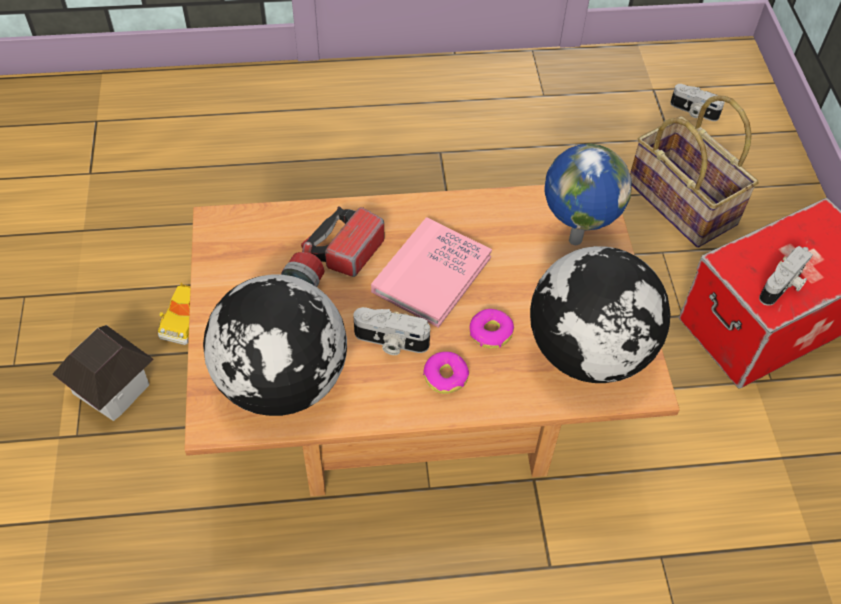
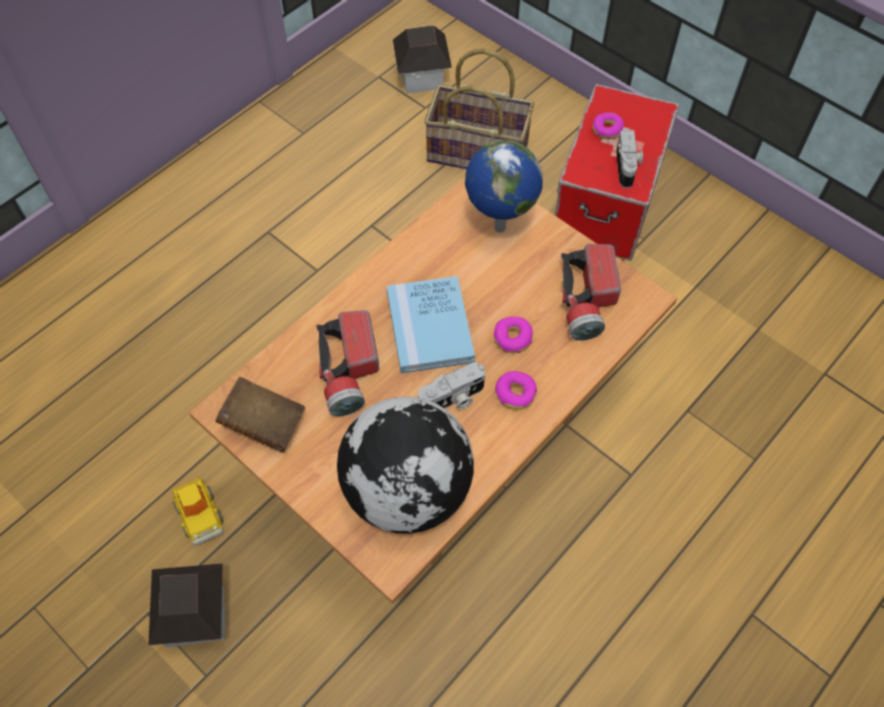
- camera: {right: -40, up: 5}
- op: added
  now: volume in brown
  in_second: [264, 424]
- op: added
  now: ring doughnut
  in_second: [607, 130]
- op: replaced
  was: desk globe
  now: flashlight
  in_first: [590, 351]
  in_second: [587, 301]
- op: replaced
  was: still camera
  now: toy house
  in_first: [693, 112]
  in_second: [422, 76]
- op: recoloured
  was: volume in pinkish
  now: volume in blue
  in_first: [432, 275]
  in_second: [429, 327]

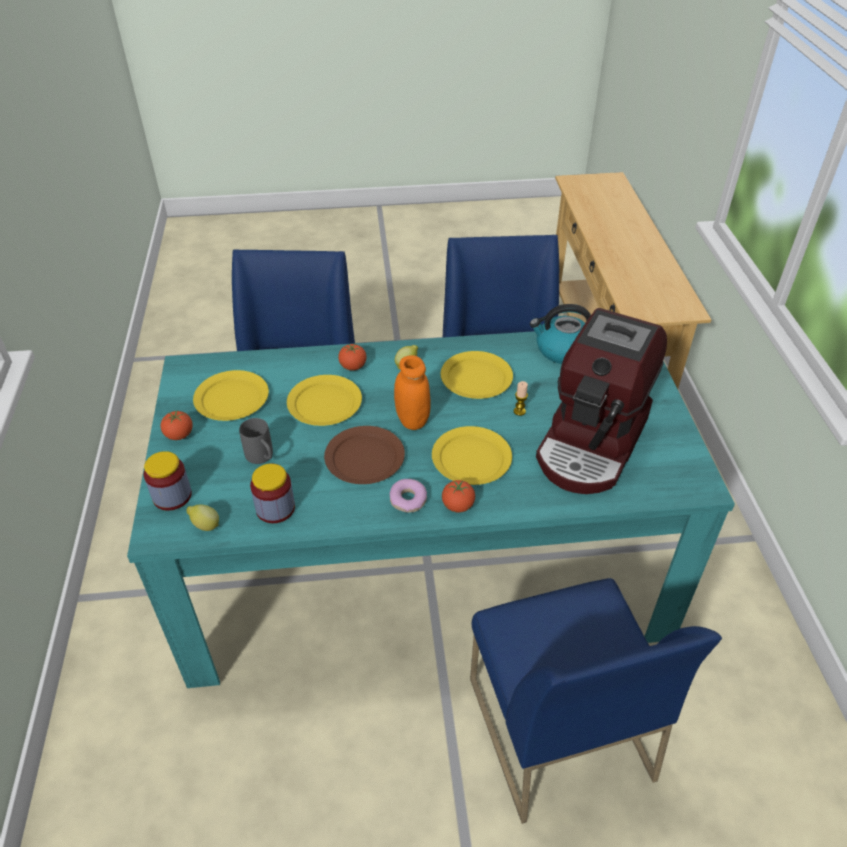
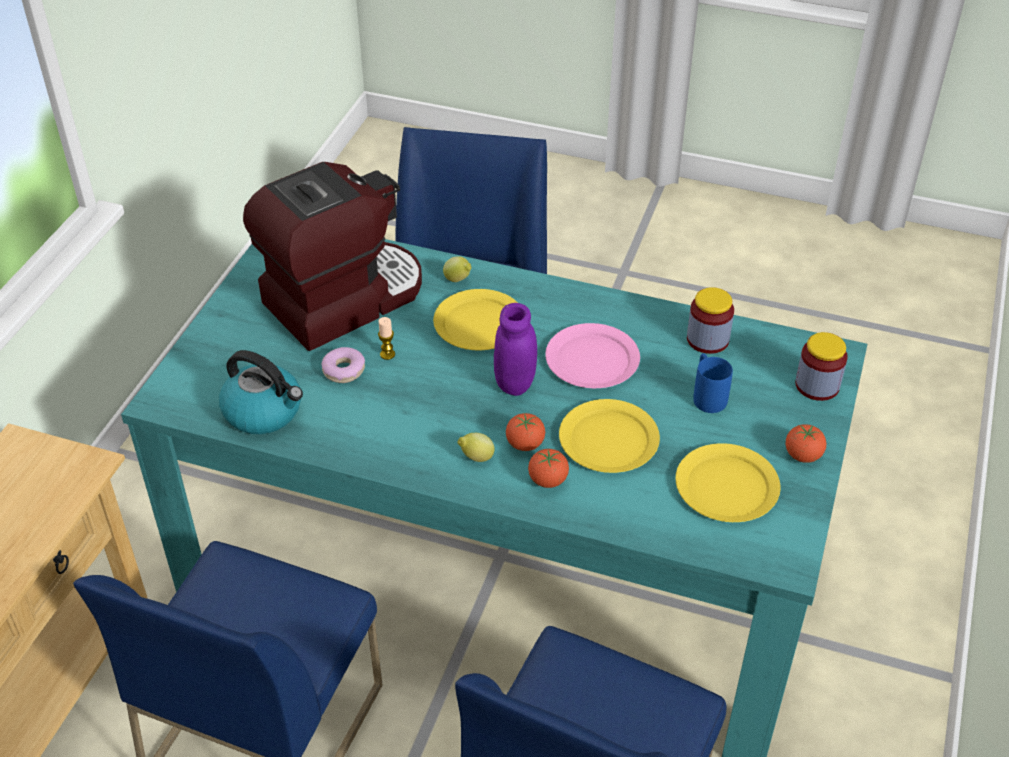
- camera: {right: -155, up: 0}
- op: removed
  was: dinner plate in yellowish
  in_first: [476, 378]
- op: moved
  was: lemon
  in_first: [205, 526]
  in_second: [458, 280]
- op: moved
  was: ring doughnut
  in_first: [408, 500]
  in_second: [344, 370]
- op: moved
  was: fresh tomato
  in_first: [458, 506]
  in_second: [525, 444]
- op: recoloured
  was: mug in gray
  now: mug in blue
  in_first: [262, 458]
  in_second: [707, 395]
- op: recoloured
  was: dinner plate in brown
  now: dinner plate in pinkish
  in_first: [365, 458]
  in_second: [592, 359]
- op: recoloured
  was: preserve jar in orange-coloured
  now: preserve jar in purple
  in_first: [412, 420]
  in_second: [515, 383]

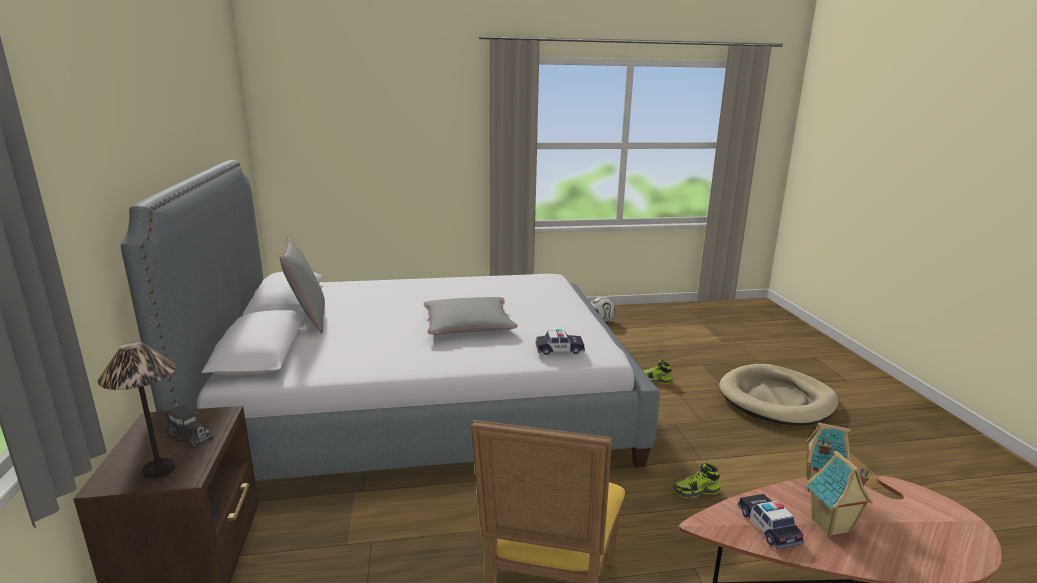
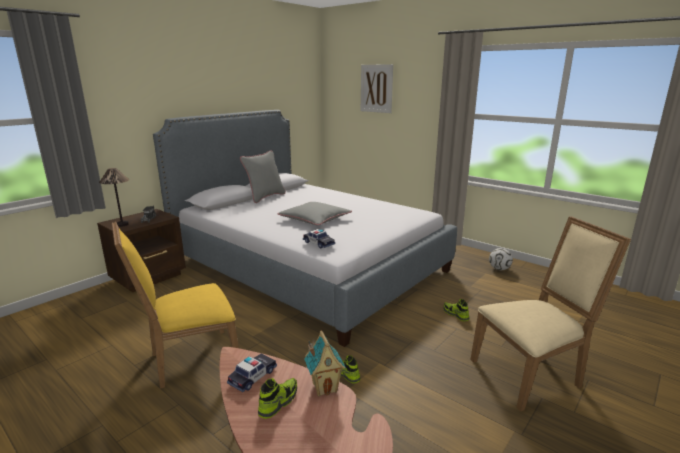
- camera: {right: 50, up: 0}
- op: added
  now: wall art
  in_second: [376, 88]
- op: replaced
  was: pet bed in beige
  now: chair in beige
  in_first: [776, 399]
  in_second: [531, 374]
- op: replaced
  was: toy house
  now: shoe
  in_first: [831, 527]
  in_second: [278, 402]

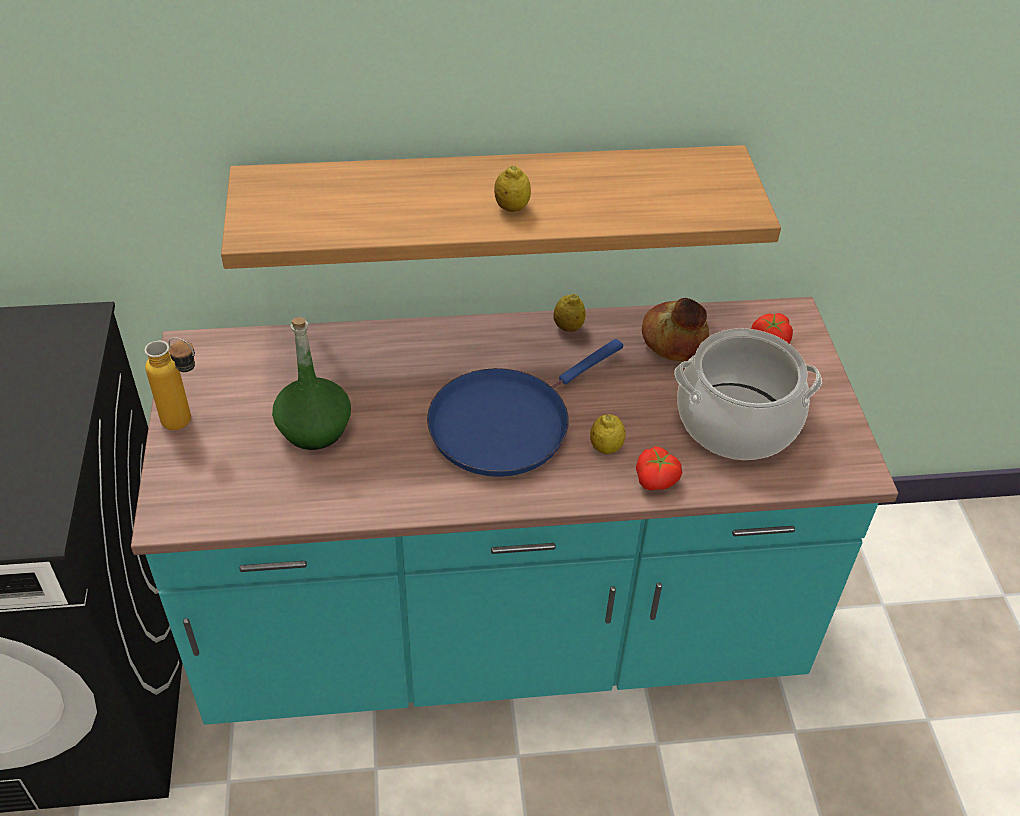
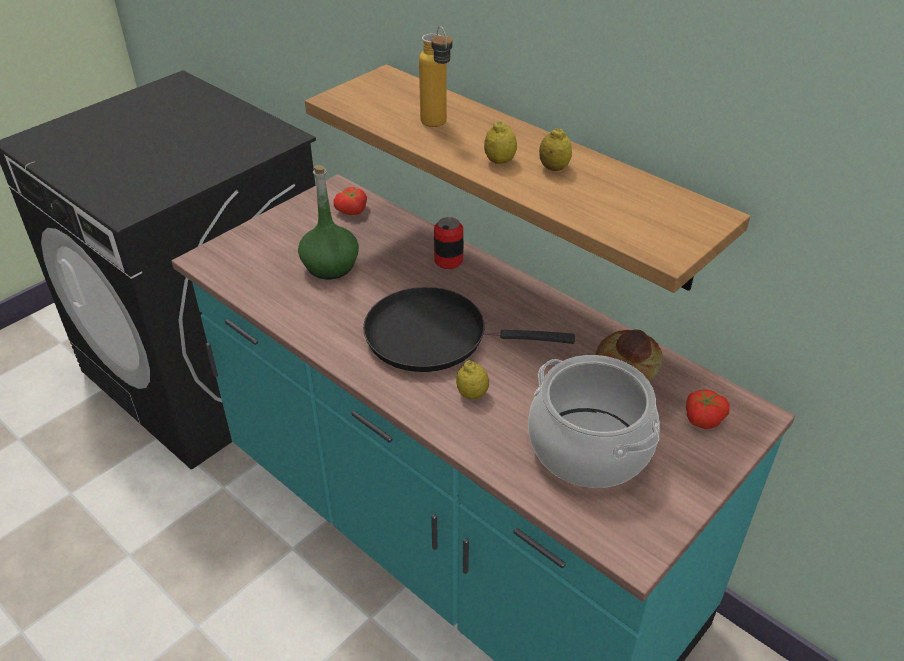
- camera: {right: 50, up: -5}
- op: added
  now: sealed can
  in_second: [448, 261]
- op: moved
  was: bottle
  in_first: [187, 424]
  in_second: [437, 127]
- op: moved
  was: lemon
  in_first: [568, 327]
  in_second: [554, 168]
- op: moved
  was: fresh tomato
  in_first: [657, 479]
  in_second: [352, 211]
- op: recoloured
  was: frying pan in blue
  now: frying pan in blackish
  in_first: [505, 423]
  in_second: [434, 336]

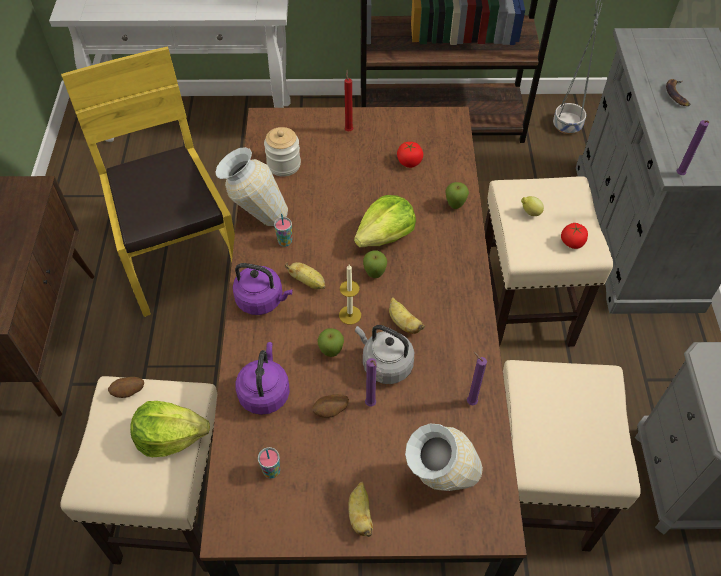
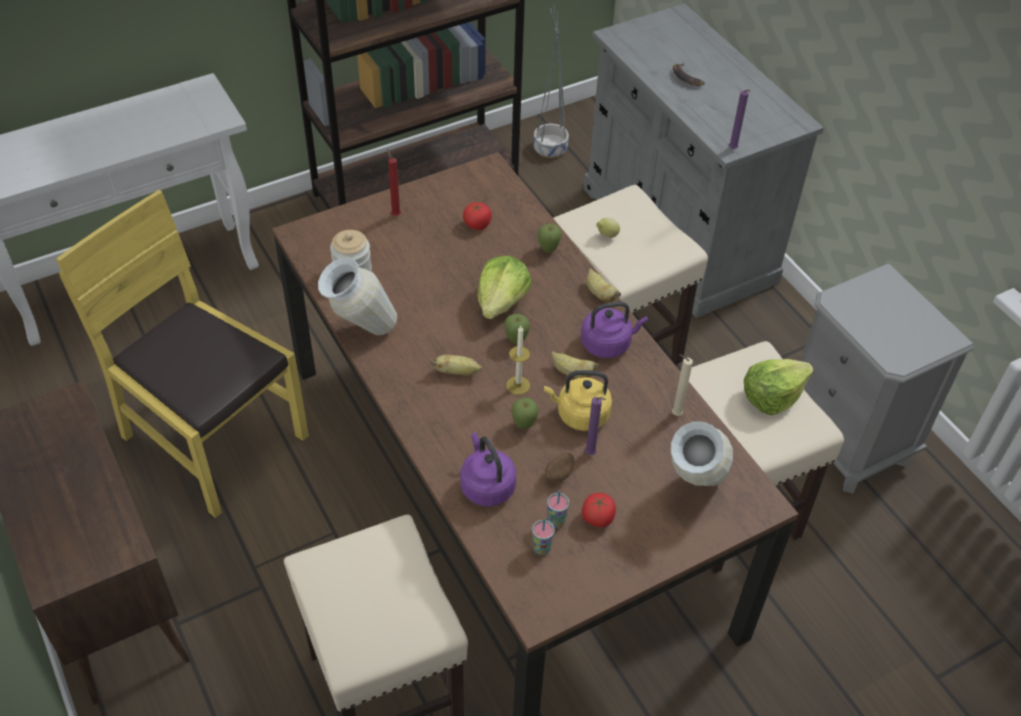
- camera: {right: -30, up: -5}
- op: removed
  was: potato
  in_first: [129, 392]
- op: moved
  was: lettuce
  in_first: [170, 436]
  in_second: [772, 396]
- op: moved
  was: kettle in purple
  in_first: [262, 300]
  in_second: [608, 344]
- op: moved
  was: drinking cup
  in_first: [285, 242]
  in_second: [556, 521]
- op: moved
  was: whole banana
  in_first: [360, 515]
  in_second: [600, 294]
- op: moved
  was: fresh tomato
  in_first: [572, 242]
  in_second: [597, 517]
- op: recoloured
  was: kettle in gray
  now: kettle in yellowish
  in_first: [385, 364]
  in_second: [580, 415]
- op: recoloured
  was: wax candle in purple
  now: wax candle in beige
  in_first: [470, 401]
  in_second: [674, 414]

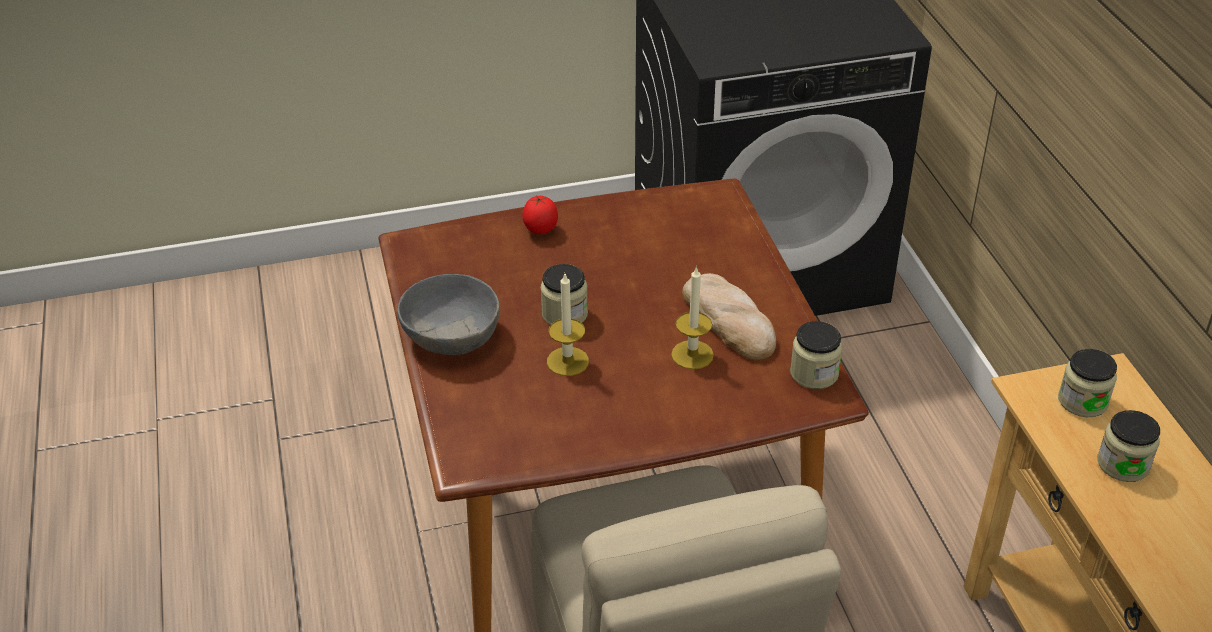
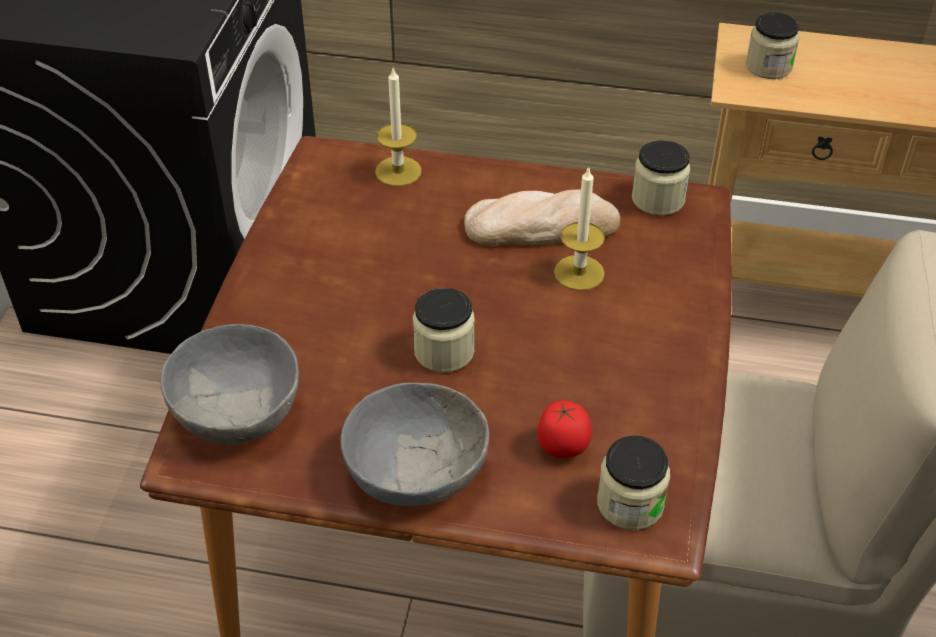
- camera: {right: -65, up: 5}
- op: added
  now: deep dish in gray
  in_second: [238, 409]
- op: moved
  was: fresh tomato
  in_first: [540, 230]
  in_second: [563, 448]
- op: moved
  was: wax candle
  in_first: [567, 361]
  in_second: [398, 171]
- op: moved
  was: preserve jar
  in_first: [1123, 464]
  in_second: [630, 503]

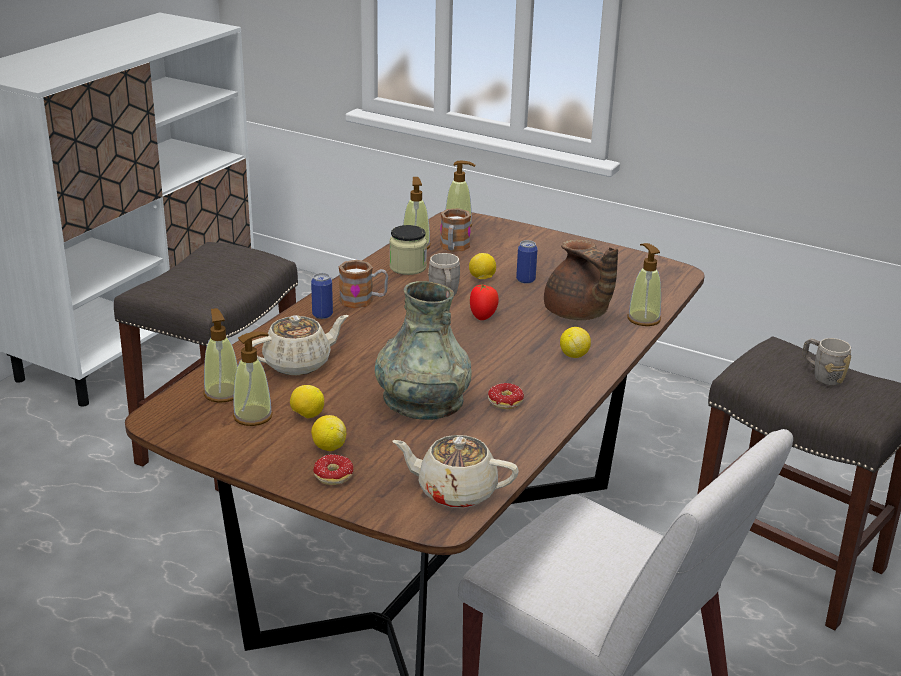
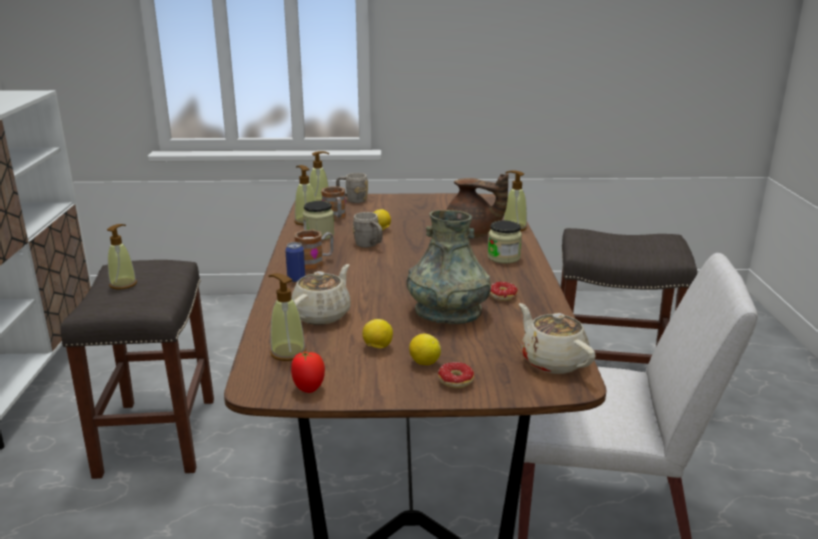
- camera: {right: -30, up: -5}
- op: removed
  was: sealed can
  in_first: [525, 280]
- op: moved
  was: liquid soap bottle
  in_first: [253, 416]
  in_second: [123, 284]
- op: moved
  was: fresh tomato
  in_first: [483, 317]
  in_second: [309, 388]
- op: moved
  was: mug in gray
  in_first: [822, 376]
  in_second: [352, 200]
- op: replaced
  was: lemon
  now: preserve jar
  in_first: [574, 355]
  in_second: [503, 257]
- op: turned
  was: pot for tea in beige
  in_first: [455, 491]
  in_second: [552, 361]
  clockwise: 75

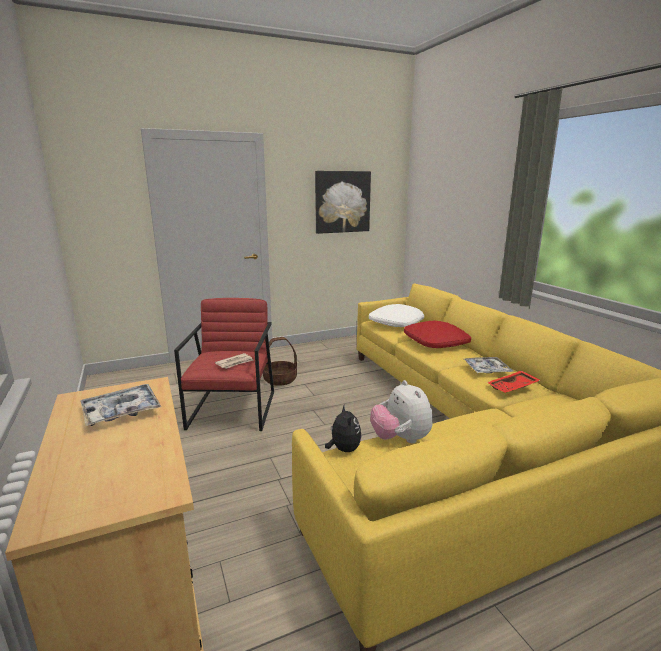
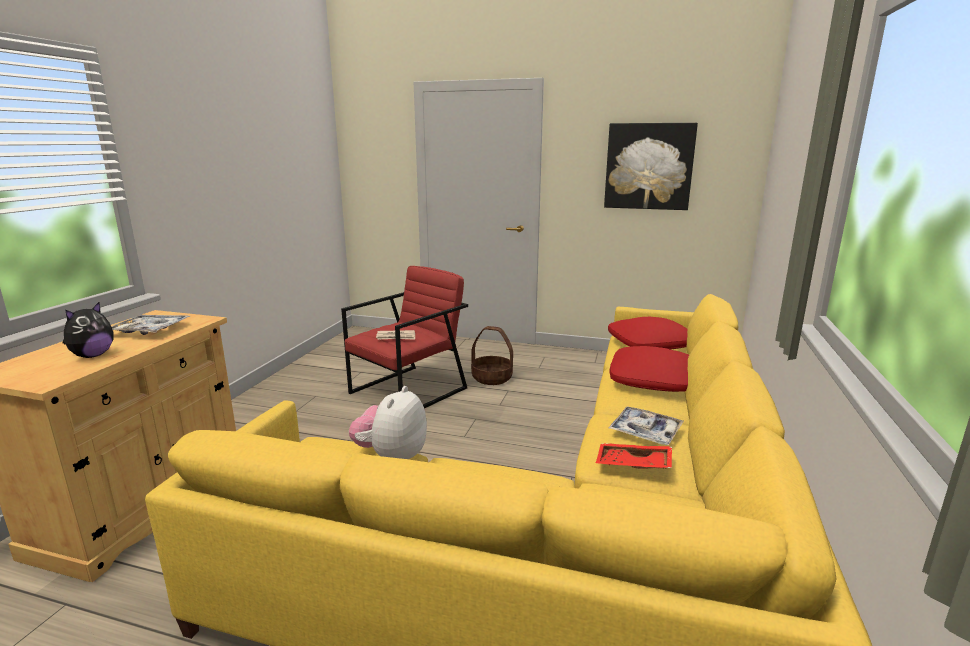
- camera: {right: 40, up: 0}
- op: moved
  was: plush toy
  in_first: [343, 449]
  in_second: [92, 355]
- op: recoloured
  was: pillow in white-coloured
  now: pillow in red-coloured
  in_first: [396, 322]
  in_second: [650, 344]

